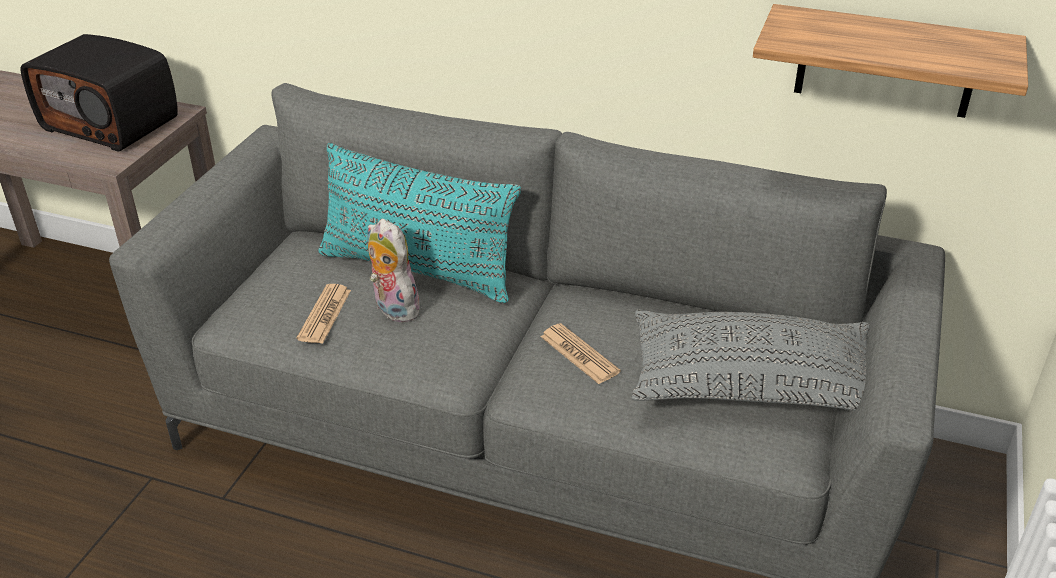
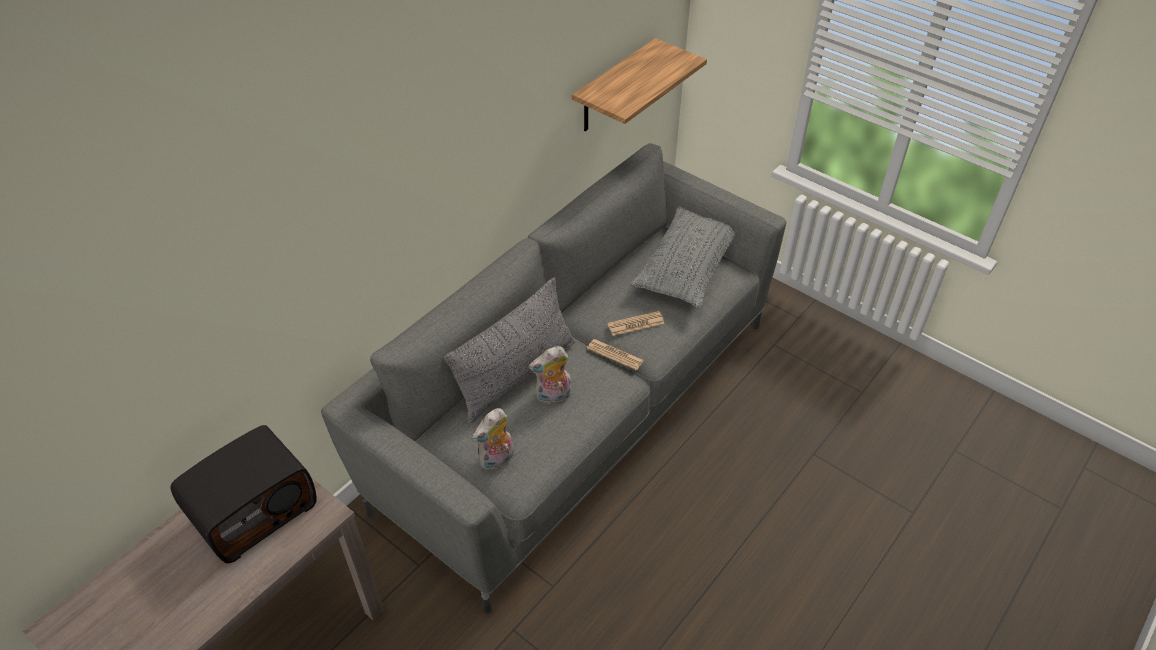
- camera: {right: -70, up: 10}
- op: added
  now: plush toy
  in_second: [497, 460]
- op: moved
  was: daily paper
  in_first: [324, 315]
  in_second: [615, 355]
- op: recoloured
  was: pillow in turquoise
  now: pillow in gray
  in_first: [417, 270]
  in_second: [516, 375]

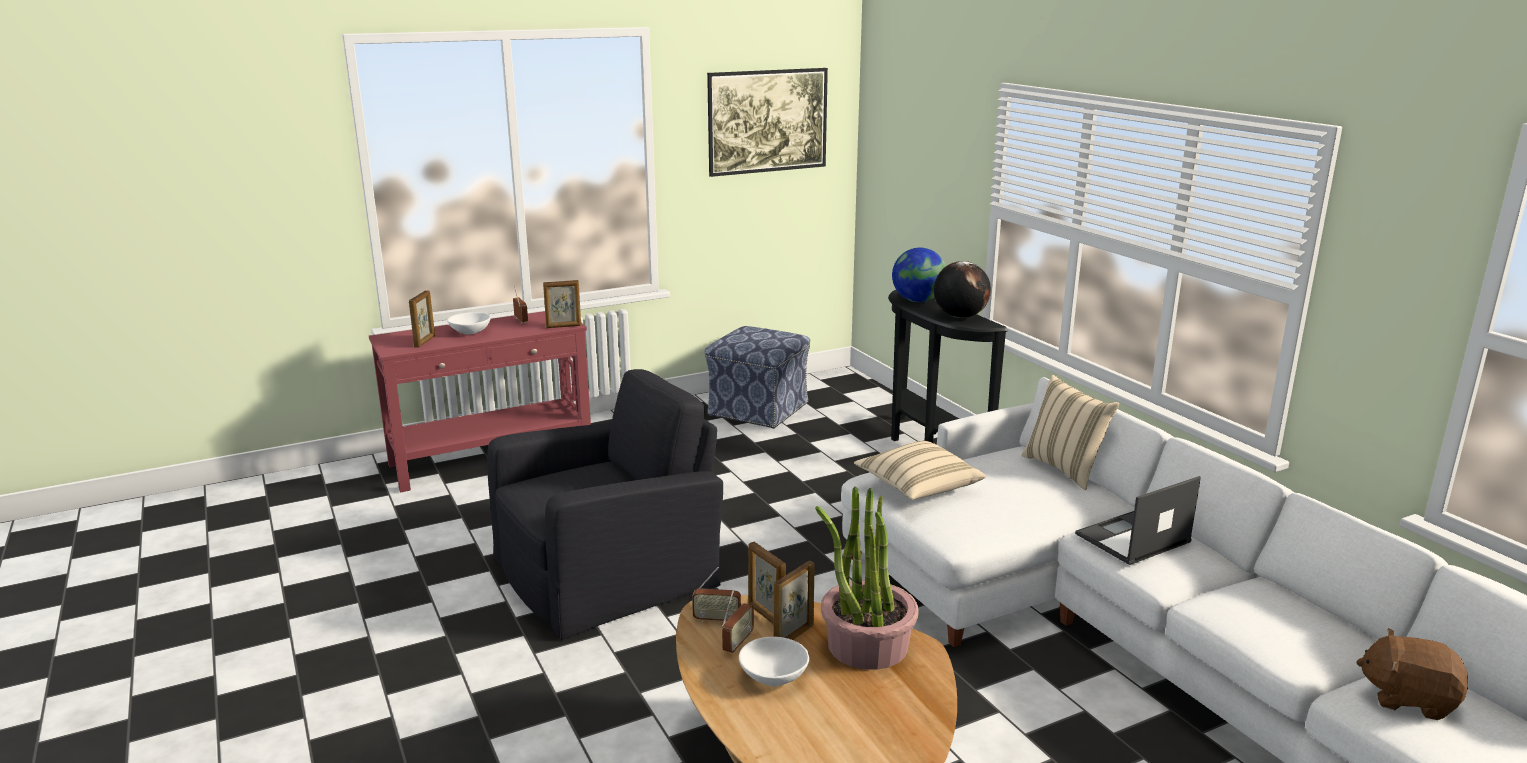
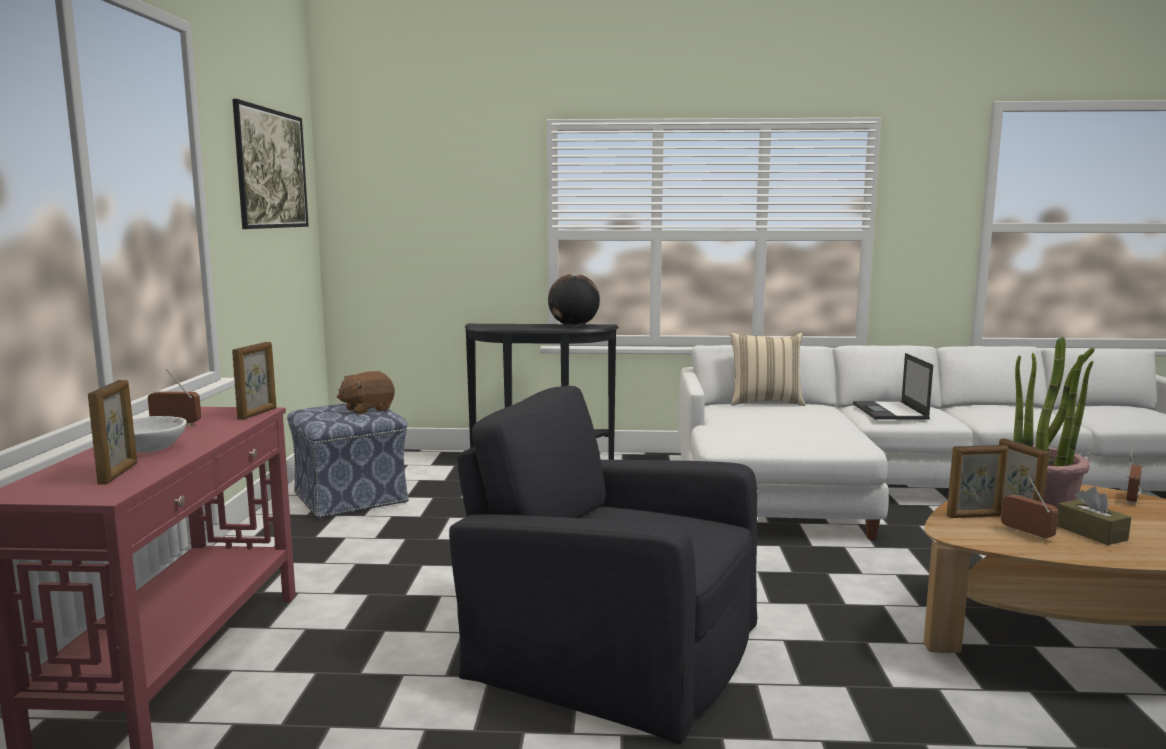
- camera: {right: -60, up: -10}
- op: removed
  was: pillow in beige
  in_first: [917, 487]
- op: removed
  was: desk globe
  in_first: [918, 301]
- op: moved
  was: radio
  in_first: [717, 620]
  in_second: [1131, 499]
- op: moved
  was: plush toy in brown
  in_first: [1407, 698]
  in_second: [367, 409]
- op: replaced
  was: deep dish in white-coloured
  now: tissue box in brown
  in_first: [773, 677]
  in_second: [1091, 533]
- op: turned
  was: photo frame
  in_first: [425, 341]
  in_second: [119, 473]
  clockwise: 45
- op: turned
  was: easy chair in blackish
  in_first: [608, 570]
  in_second: [611, 649]
  clockwise: -60

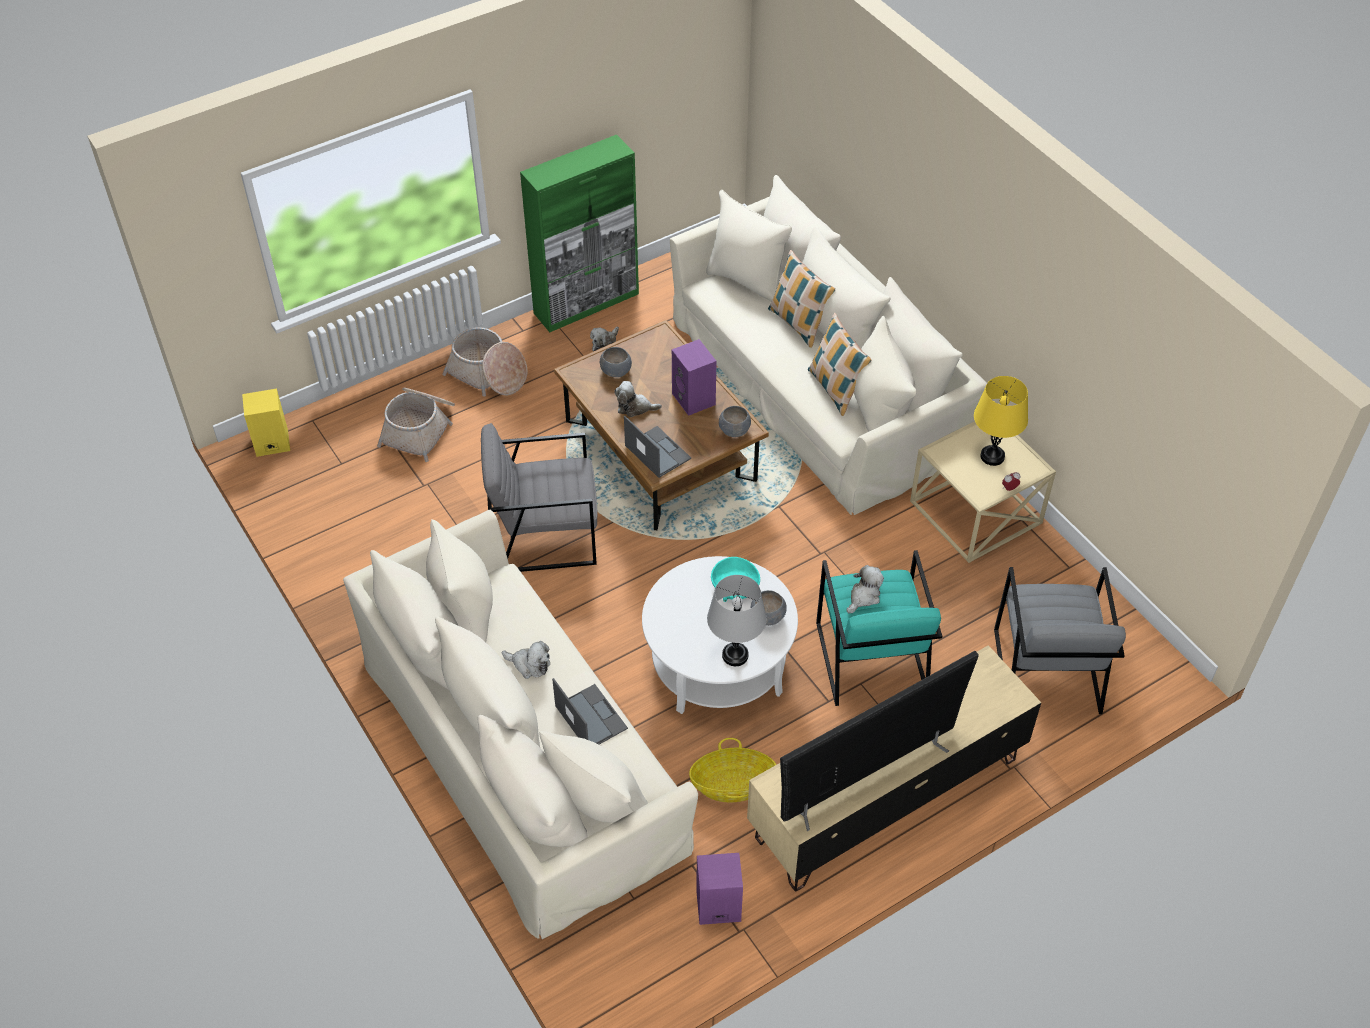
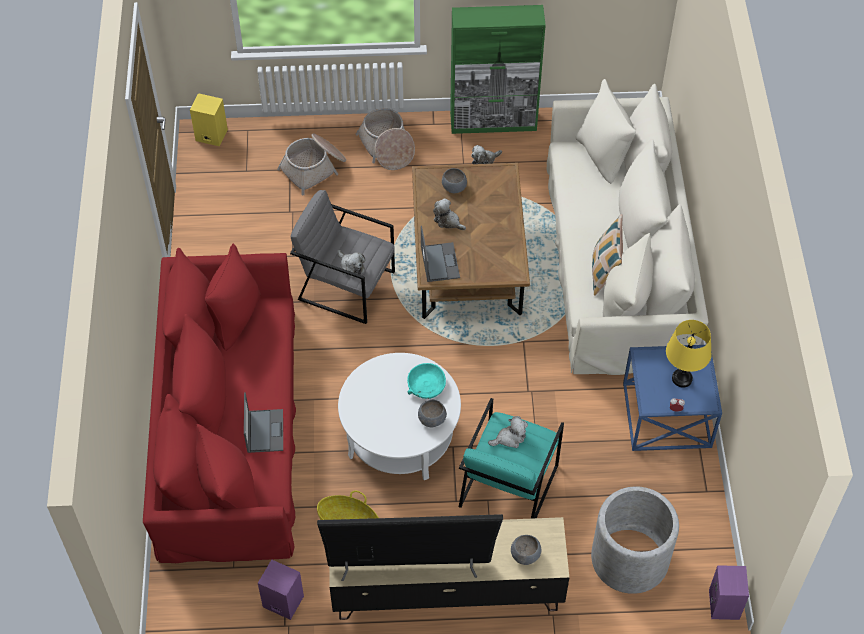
- camera: {right: 30, up: 5}
- op: removed
  was: table lamp in gray
  in_first: [735, 655]
- op: removed
  was: pillow
  in_first: [798, 324]
- op: moved
  was: plush toy
  in_first: [529, 664]
  in_second: [351, 266]
- op: moved
  was: loudspeaker in purple
  in_first: [695, 399]
  in_second: [725, 605]
- op: moved
  was: deep dish in gray
  in_first: [734, 430]
  in_second: [526, 554]
- op: replaced
  was: easy chair in gray
  now: plant pot in gray
  in_first: [1046, 670]
  in_second: [629, 559]
- op: recoloured
  was: couch in beige
  now: couch in red-coloured
  in_first: [522, 750]
  in_second: [230, 430]
- op: recoloured
  was: end table in beige
  now: end table in blue
  in_first: [977, 512]
  in_second: [667, 415]

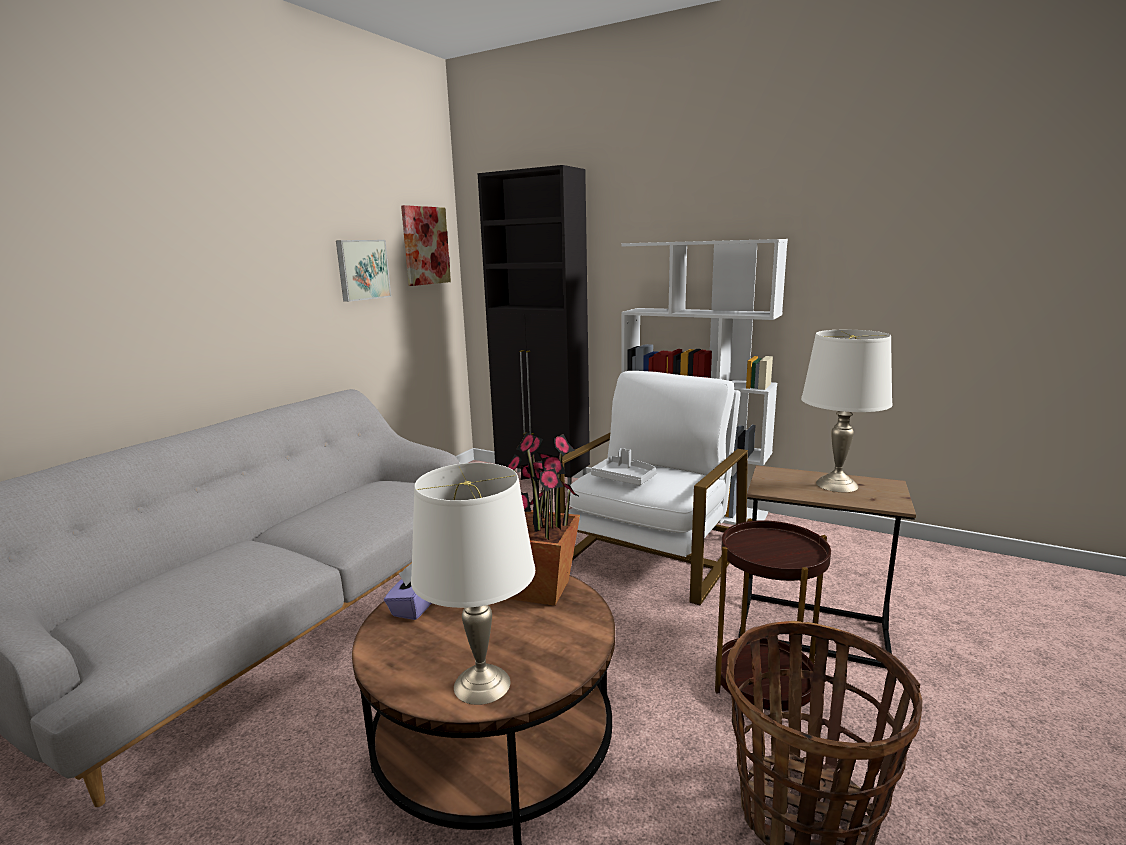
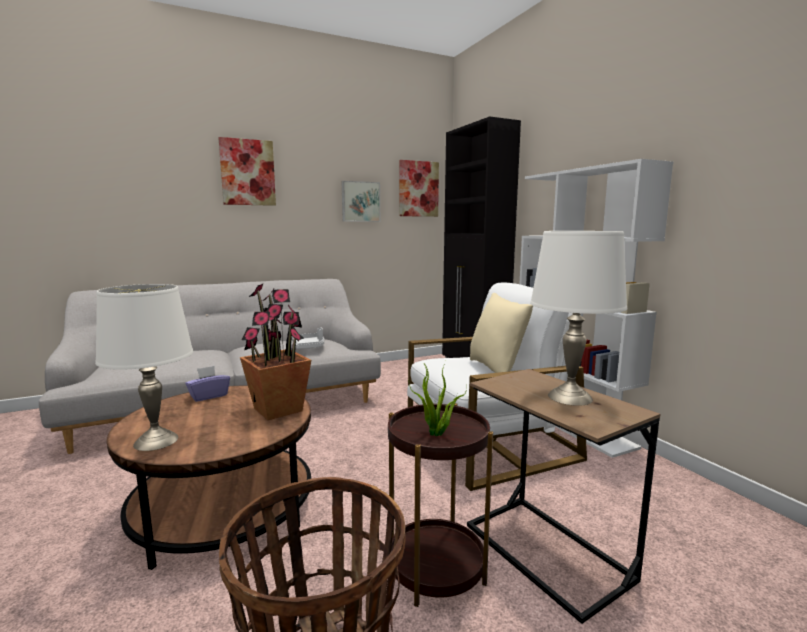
- camera: {right: 35, up: -5}
- op: added
  now: wall art
  in_second: [248, 172]
- op: added
  now: houseplant
  in_second: [436, 434]
- op: added
  now: pillow in beige
  in_second: [496, 369]
- op: moved
  was: carrying tray in gray
  in_first: [624, 478]
  in_second: [309, 346]

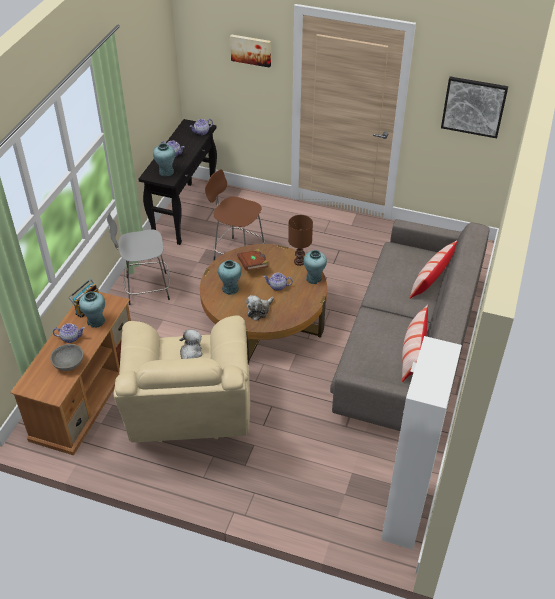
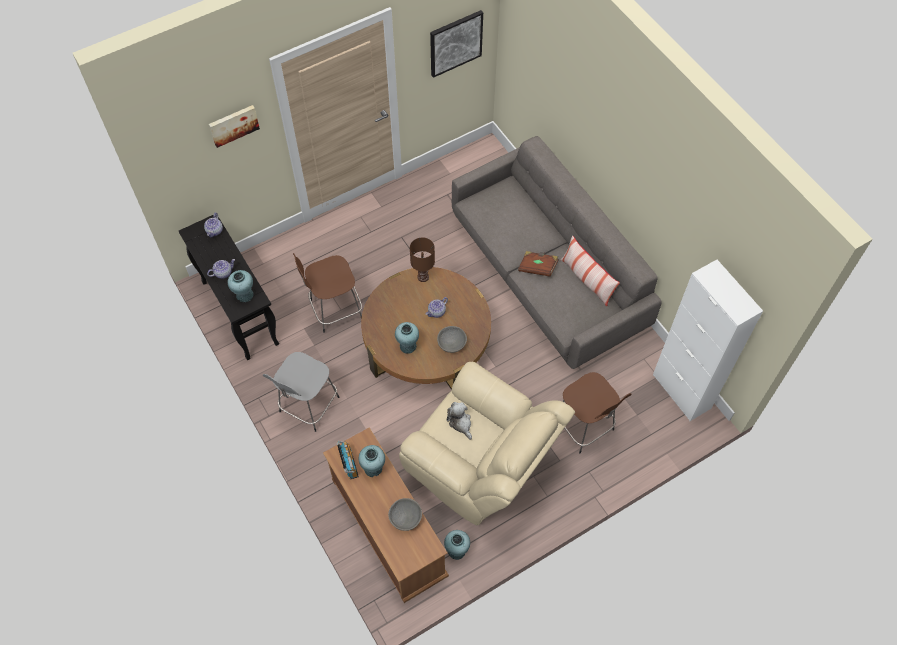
- camera: {right: -50, up: 15}
- op: removed
  was: pot for tea
  in_first: [71, 338]
- op: removed
  was: pillow
  in_first: [430, 280]
- op: added
  now: sitting stool in brown
  in_second: [584, 427]
- op: moved
  was: volume in brown
  in_first: [253, 265]
  in_second: [537, 267]
- op: moved
  was: decorative vase in turquoise
  in_first: [314, 278]
  in_second: [456, 550]
- op: replaced
  was: plush toy
  now: deep dish in gray
  in_first: [259, 311]
  in_second: [451, 343]

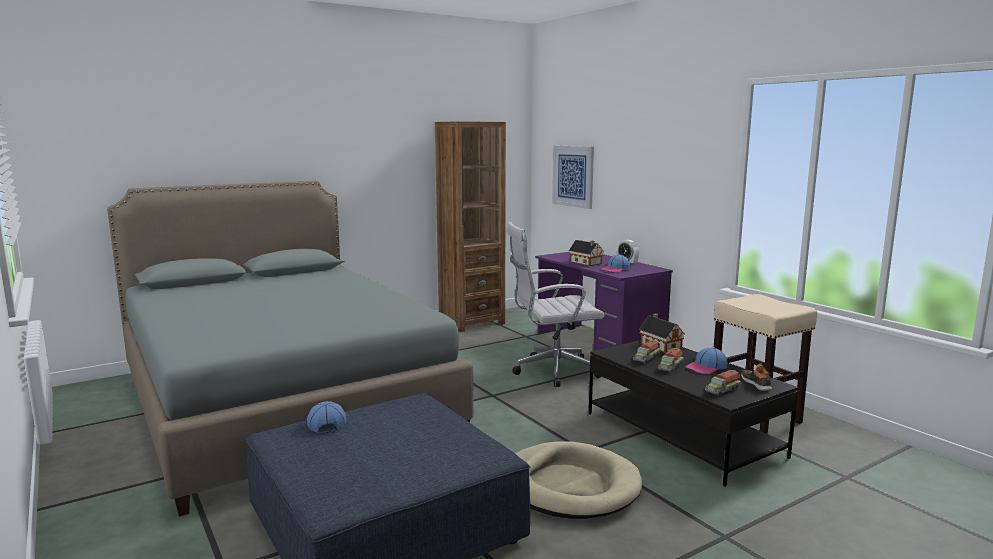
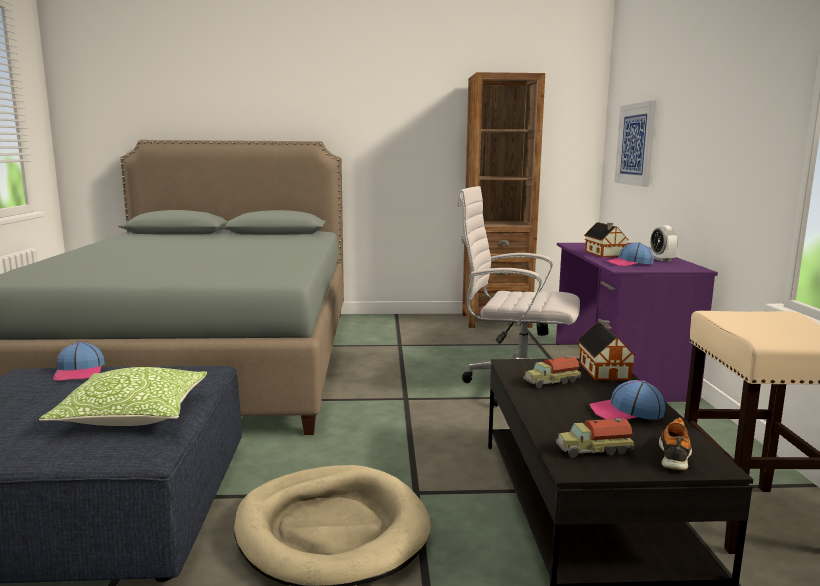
- camera: {right: 30, up: 0}
- op: removed
  was: toy lorry
  in_first: [669, 367]
- op: added
  now: pillow
  in_second: [133, 415]
- op: turned
  was: baseball cap
  in_first: [326, 422]
  in_second: [80, 372]
  clockwise: 150

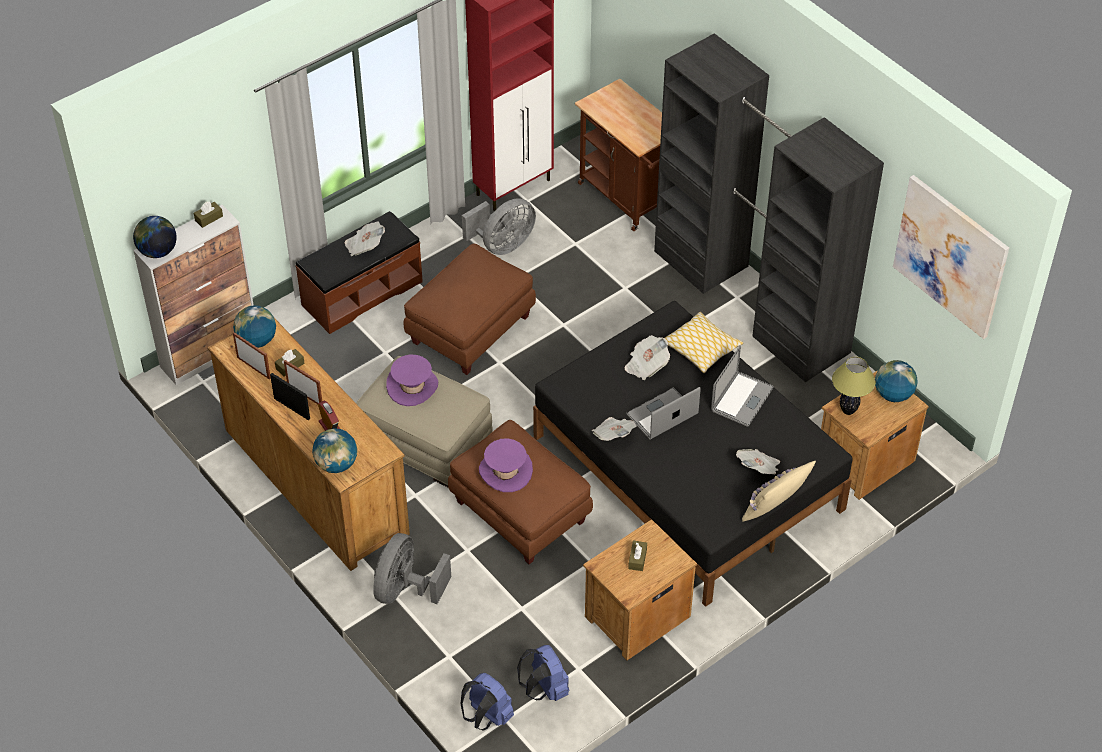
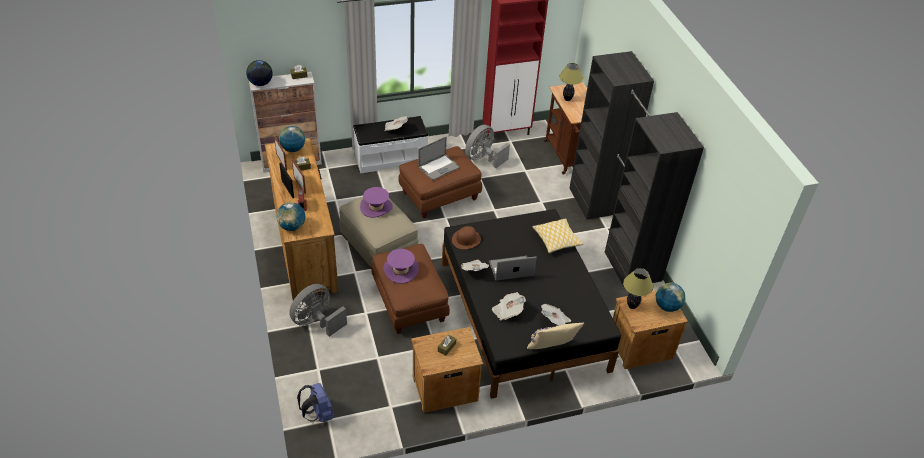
- camera: {right: 20, up: -5}
- op: removed
  was: rucksack in blue
  in_first: [544, 689]
- op: removed
  was: wall art
  in_first: [950, 256]
- op: added
  now: hat in brown
  in_second: [466, 239]
- op: added
  now: table lamp
  in_second: [567, 99]
- op: moved
  was: daily paper
  in_first: [646, 365]
  in_second: [507, 311]
- op: moved
  was: portable computer
  in_first: [742, 399]
  in_second: [438, 167]
- op: recoloured
  was: indoor bench in brown
  now: indoor bench in white-coloured
  in_first: [361, 293]
  in_second: [390, 158]
- op: turned
  was: electric fan in gray
  in_first: [502, 245]
  in_second: [483, 158]
  clockwise: 150

